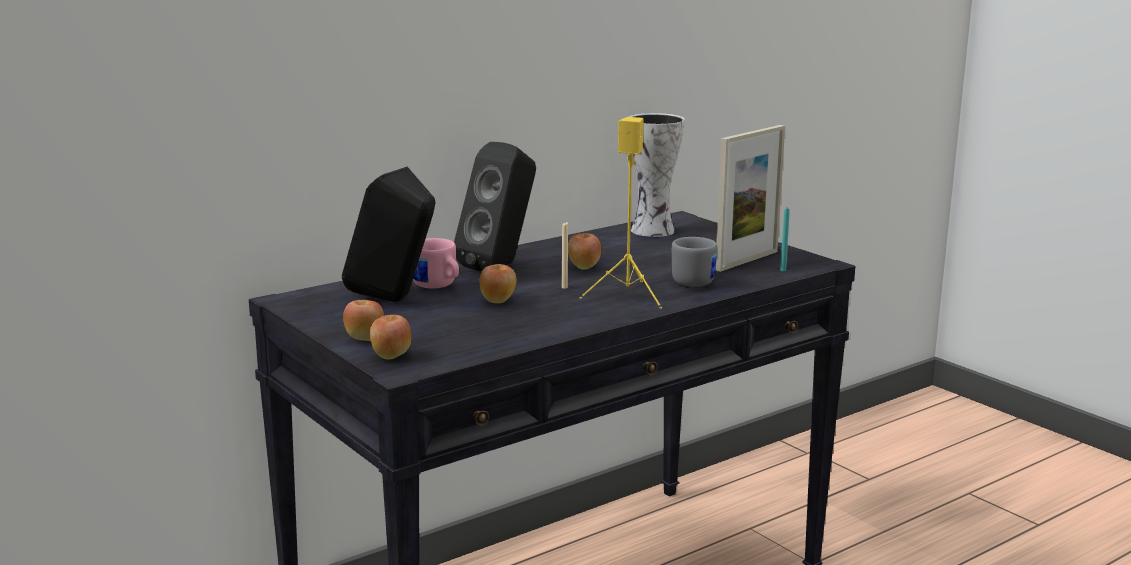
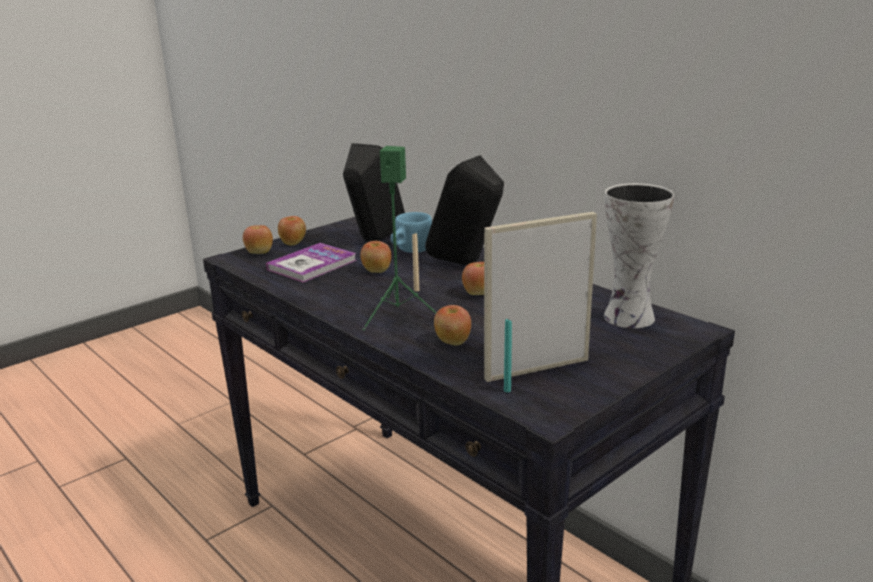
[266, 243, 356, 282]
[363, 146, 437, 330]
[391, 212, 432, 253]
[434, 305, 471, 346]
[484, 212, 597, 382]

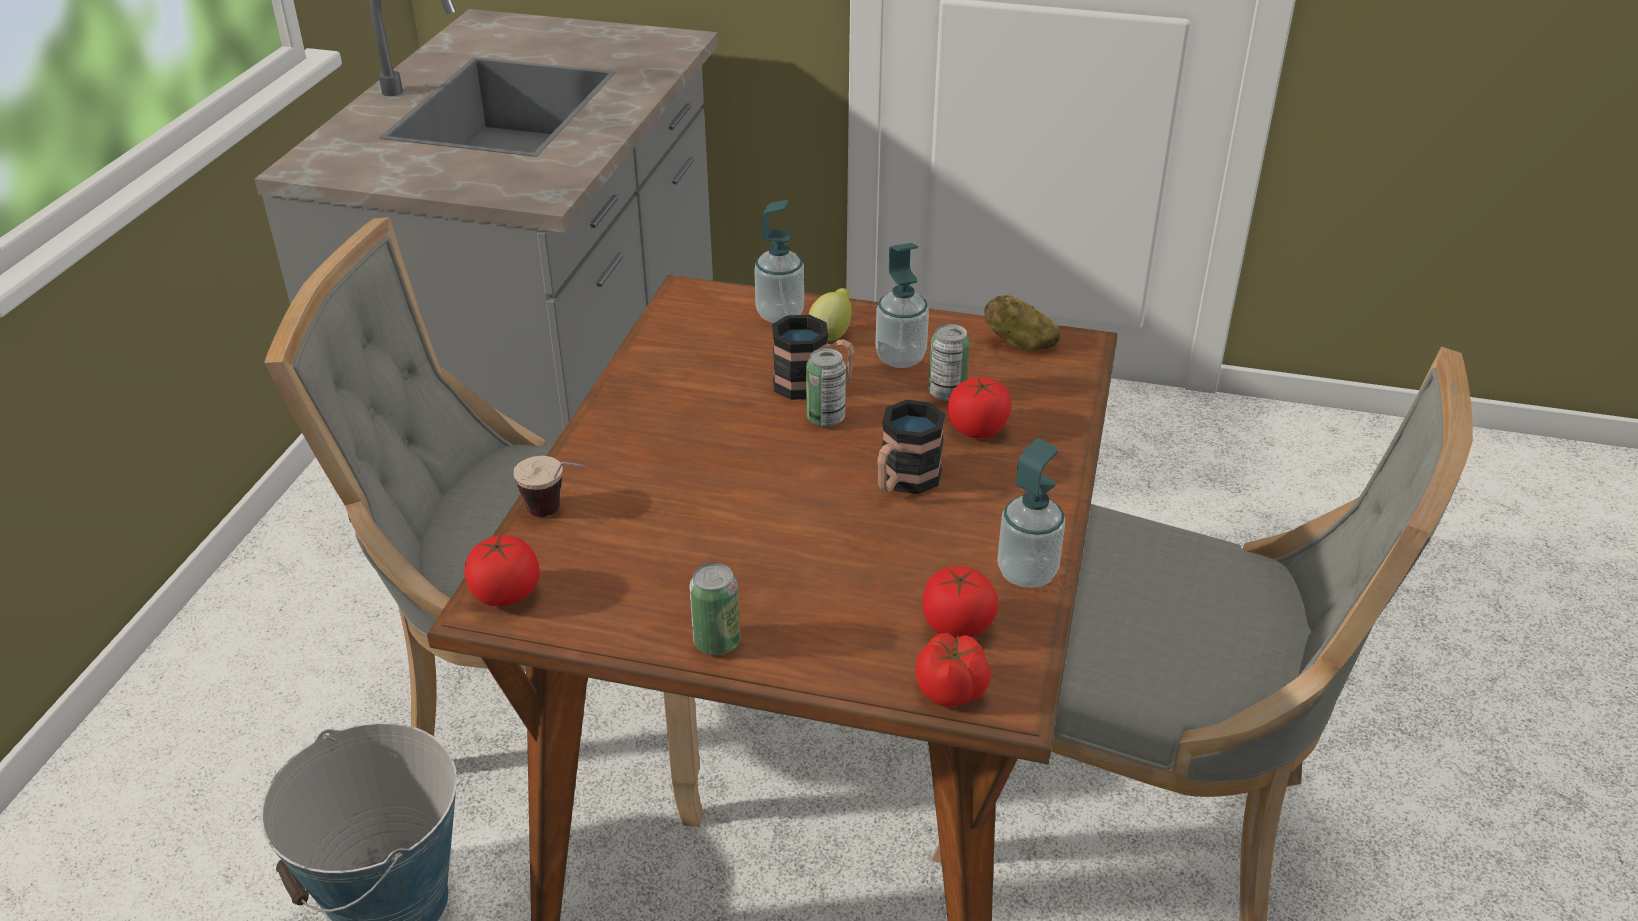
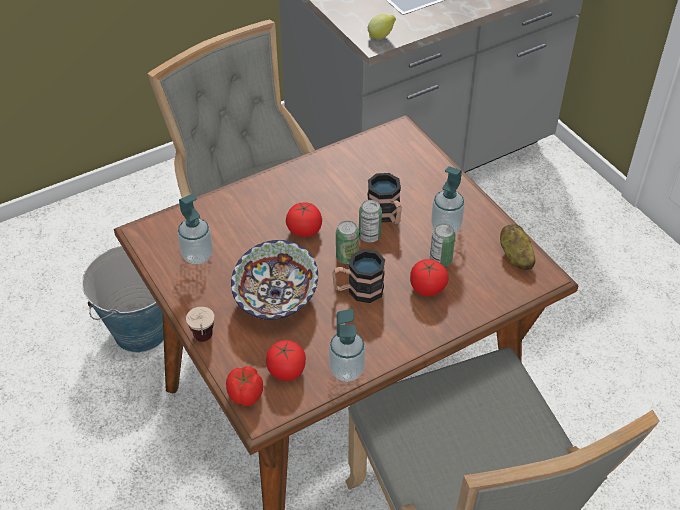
[178, 194, 213, 264]
[186, 307, 214, 342]
[231, 240, 318, 320]
[286, 202, 322, 237]
[336, 221, 359, 264]
[368, 14, 396, 39]

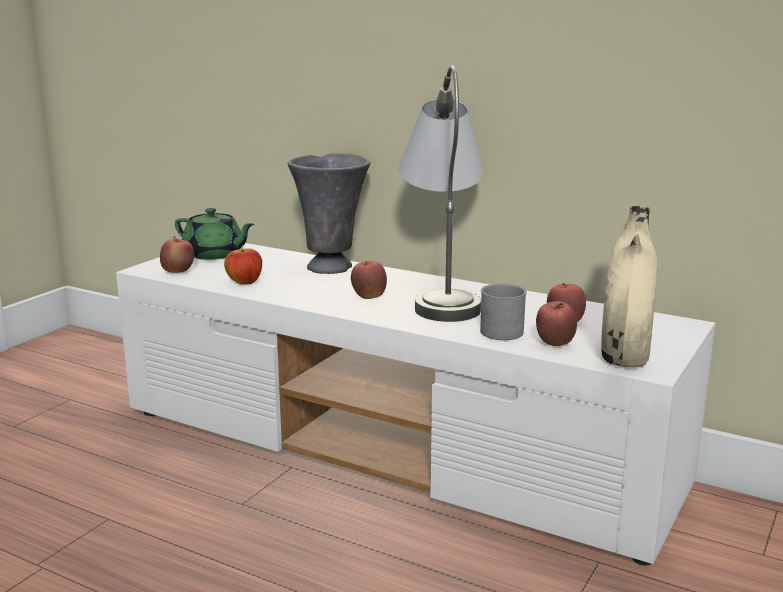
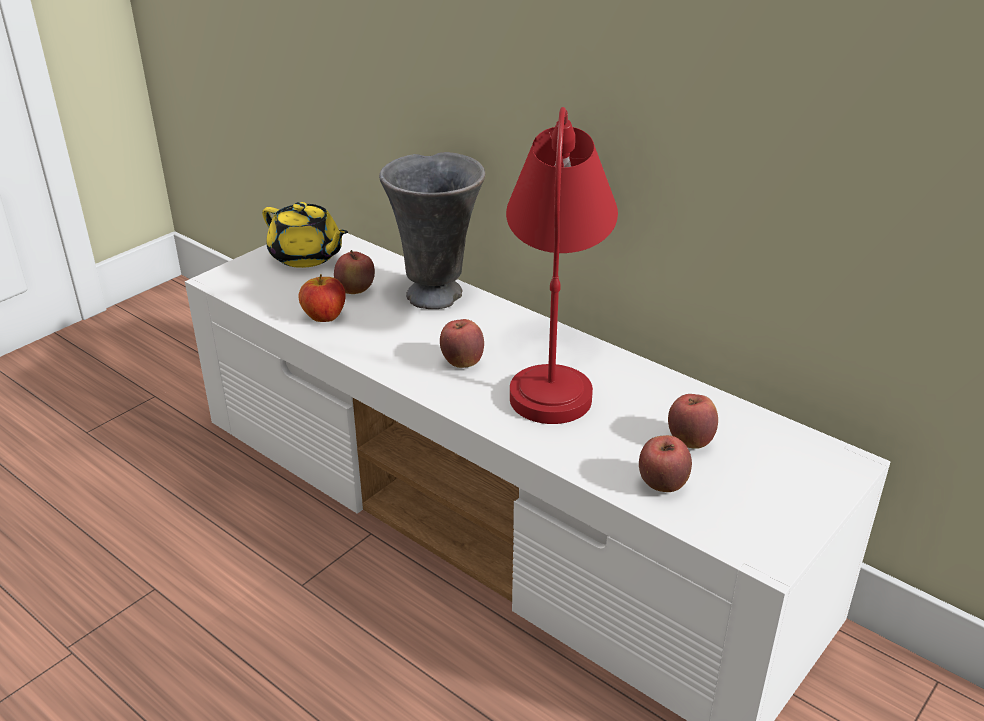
[262, 202, 348, 268]
[334, 250, 375, 294]
[506, 107, 618, 424]
[480, 284, 527, 340] (first image)
[601, 206, 658, 367] (first image)

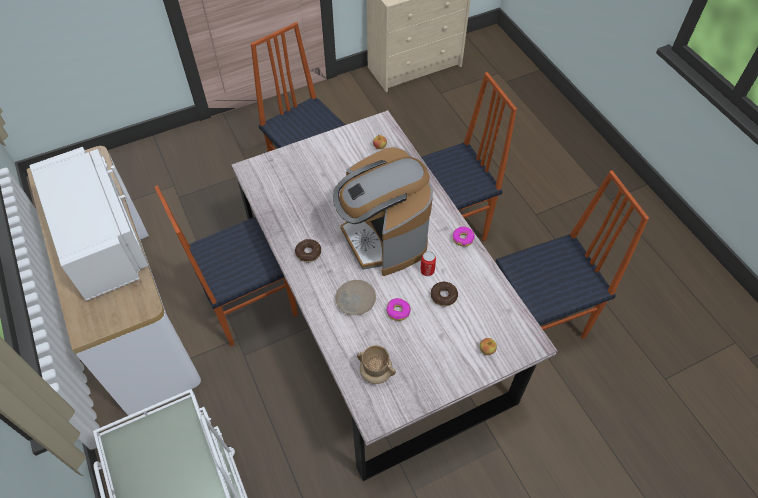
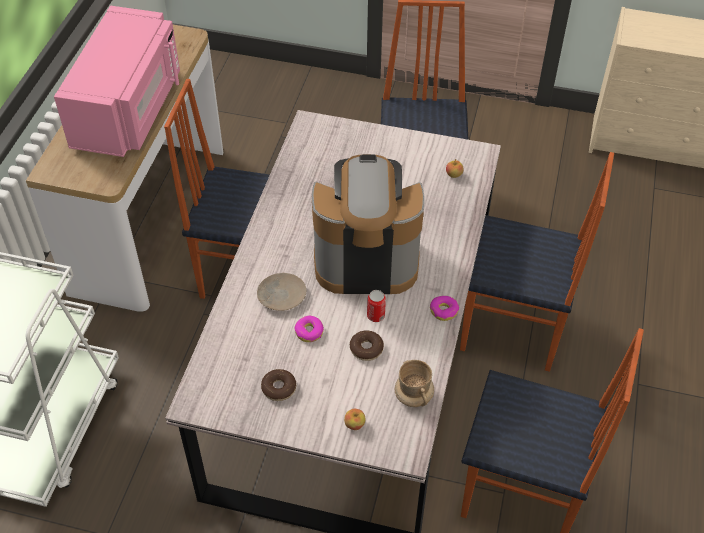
[54, 6, 180, 157]
[261, 369, 296, 401]
[312, 154, 425, 294]
[395, 360, 434, 407]

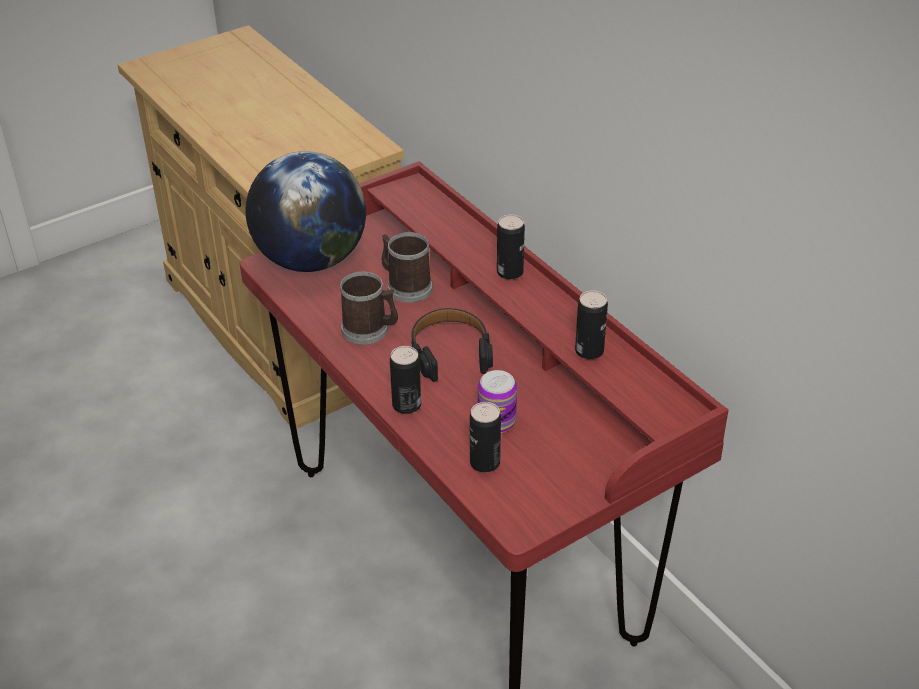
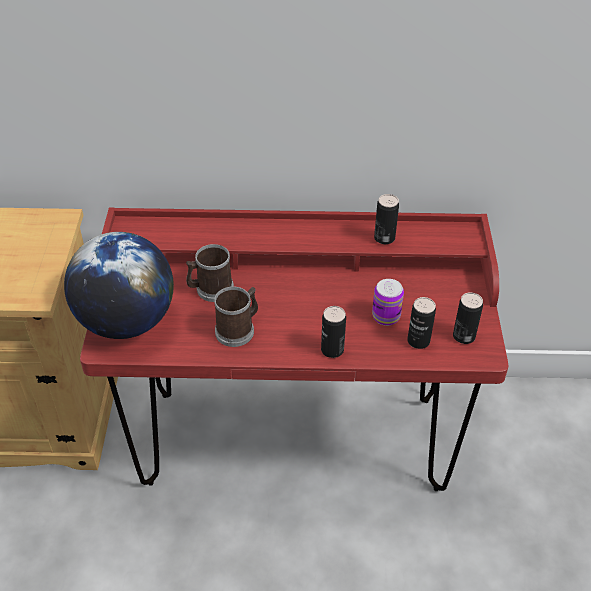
[453, 292, 483, 344]
[411, 308, 493, 382] (first image)

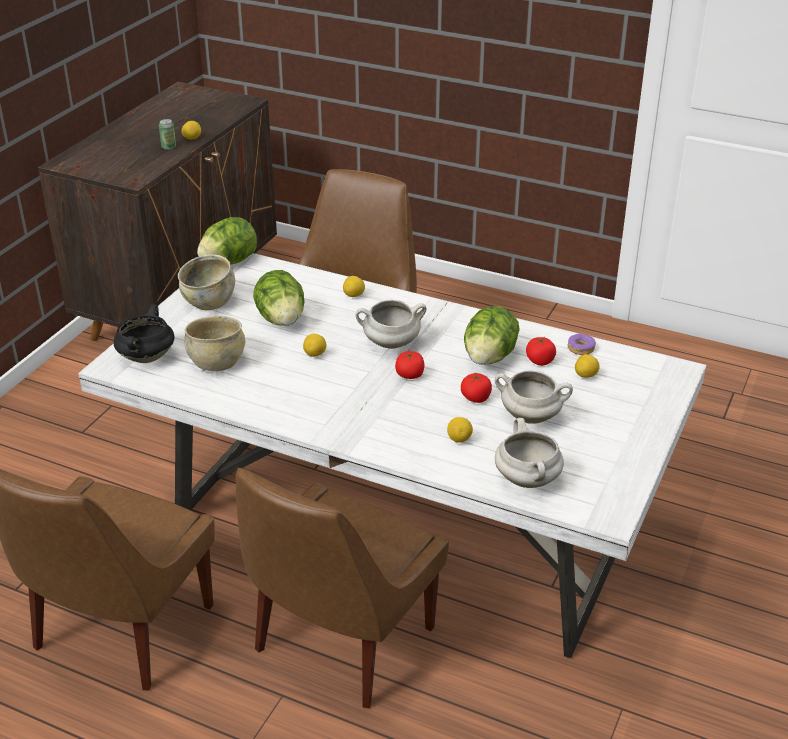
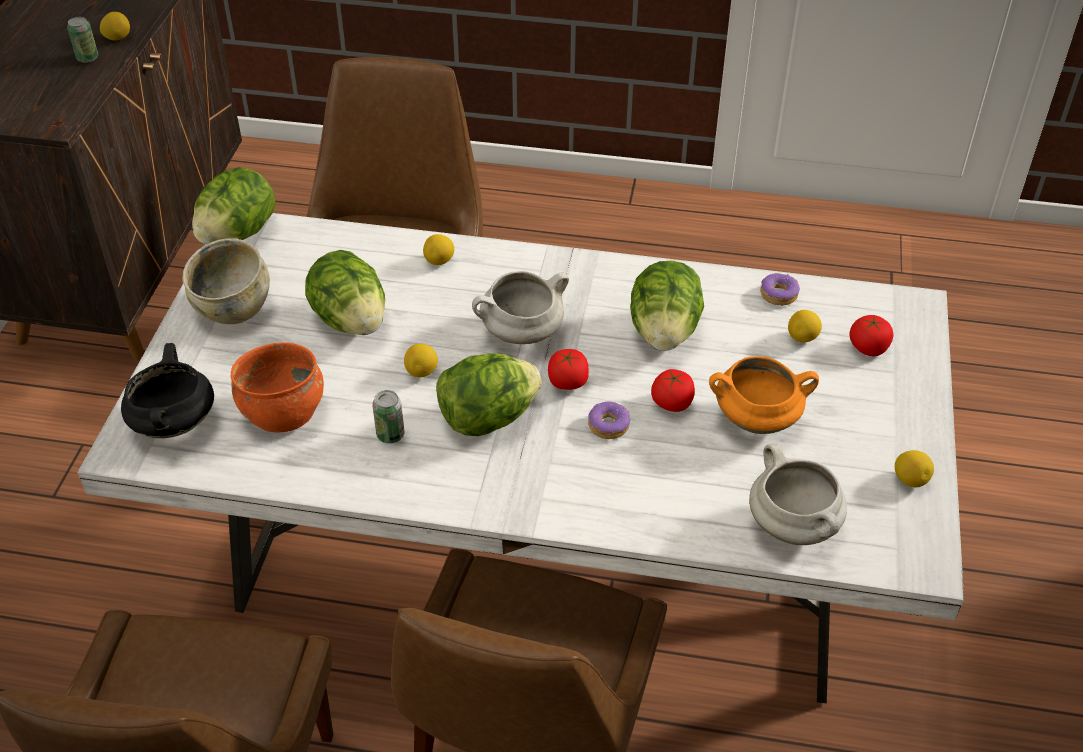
[230, 342, 324, 433]
[372, 390, 405, 444]
[436, 353, 542, 436]
[588, 401, 630, 439]
[709, 356, 819, 434]
[849, 315, 894, 356]
[895, 450, 934, 487]

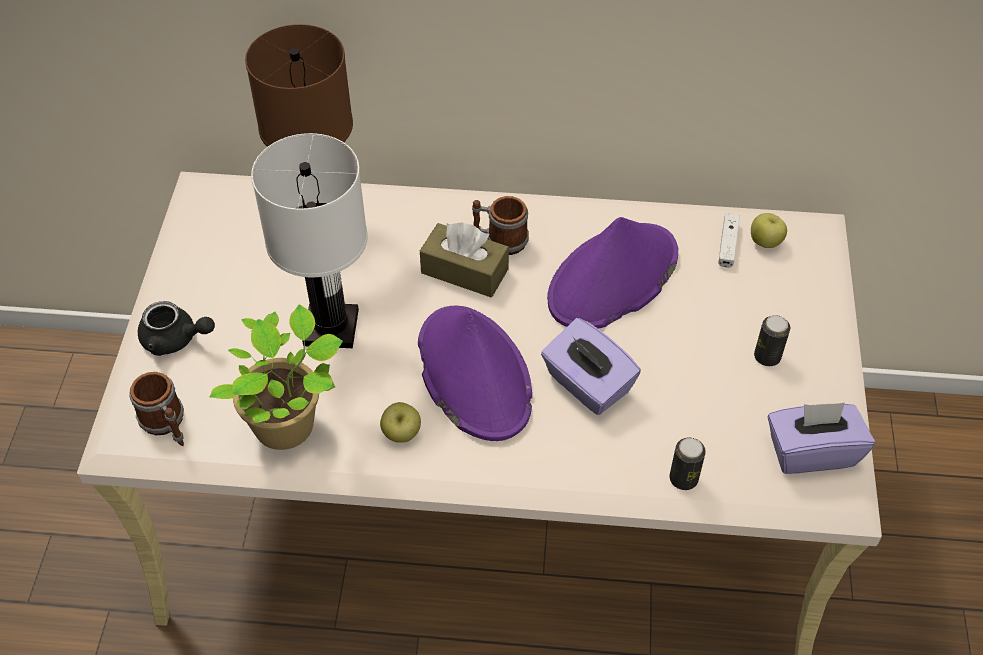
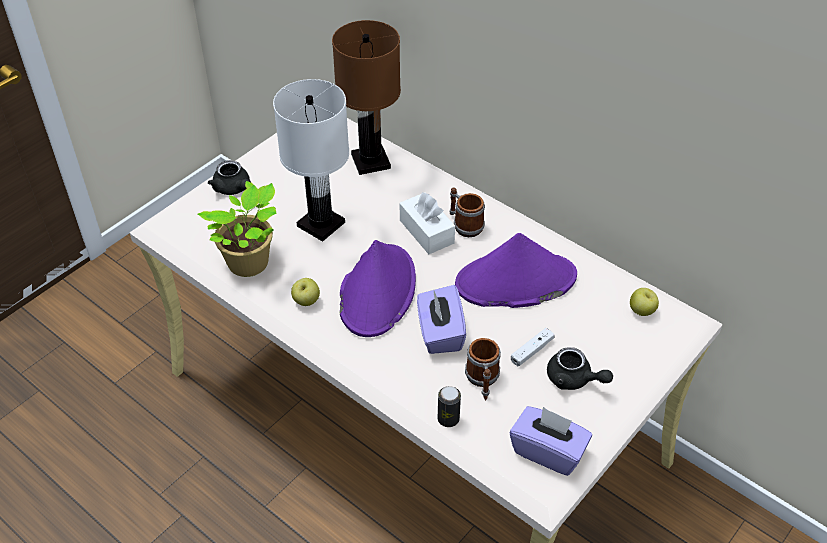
[400, 192, 455, 254]
[465, 338, 501, 400]
[511, 328, 555, 366]
[547, 347, 613, 390]

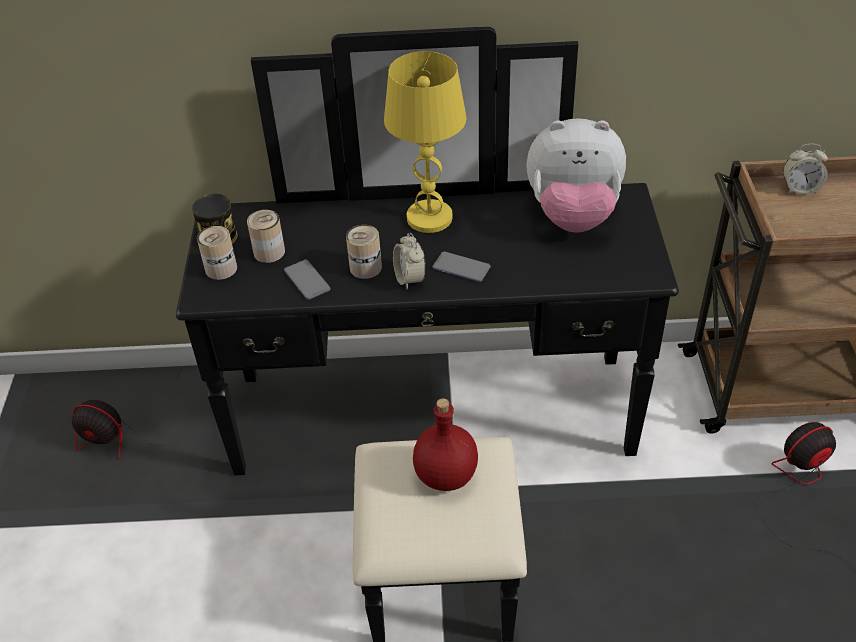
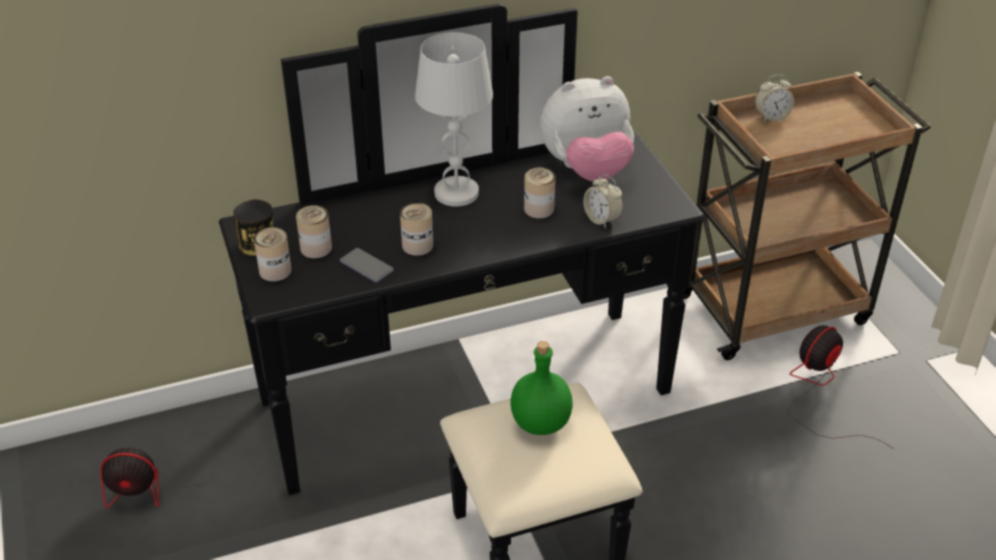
[415, 32, 493, 206]
[511, 341, 573, 435]
[524, 168, 555, 218]
[583, 174, 623, 229]
[432, 252, 491, 282] (first image)

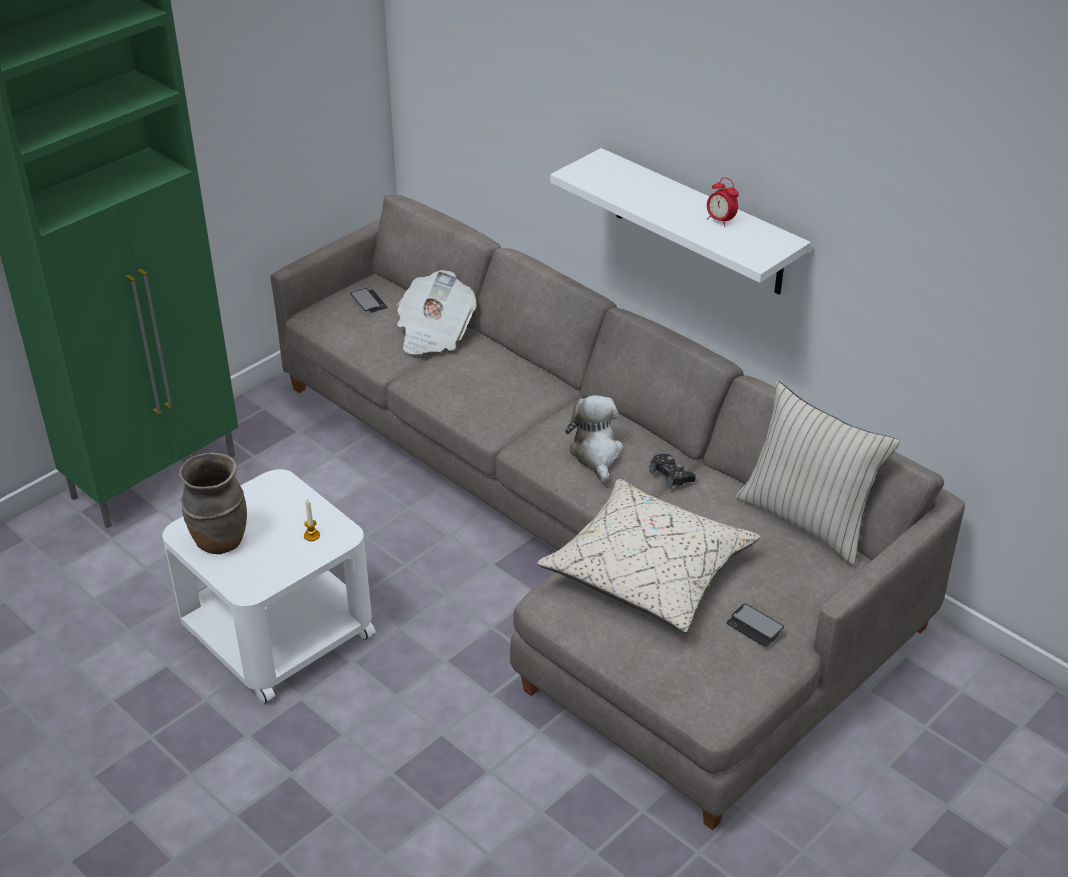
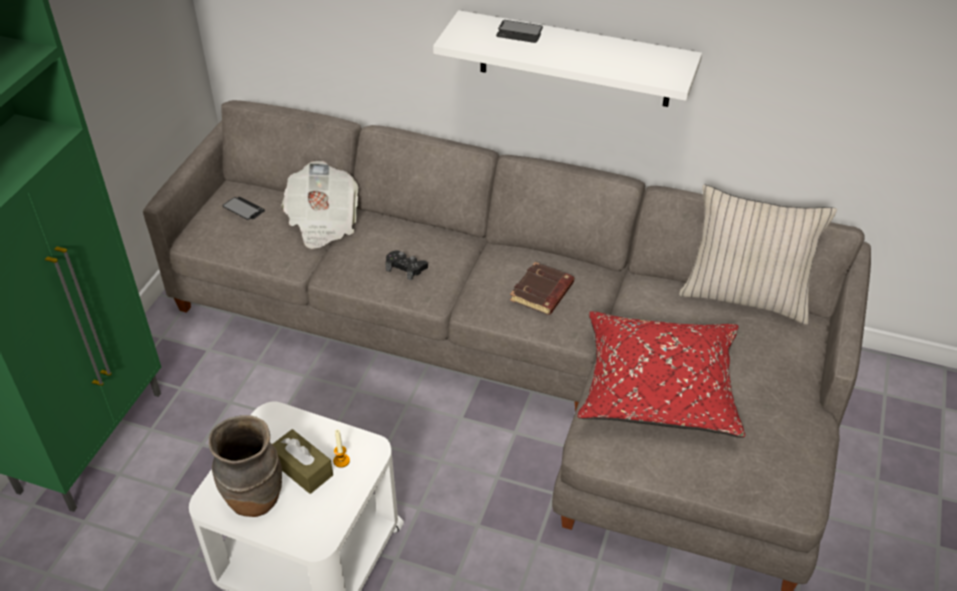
[272, 429, 333, 494]
[385, 250, 428, 281]
[496, 20, 543, 43]
[510, 262, 574, 315]
[578, 311, 745, 438]
[707, 178, 739, 227] (first image)

